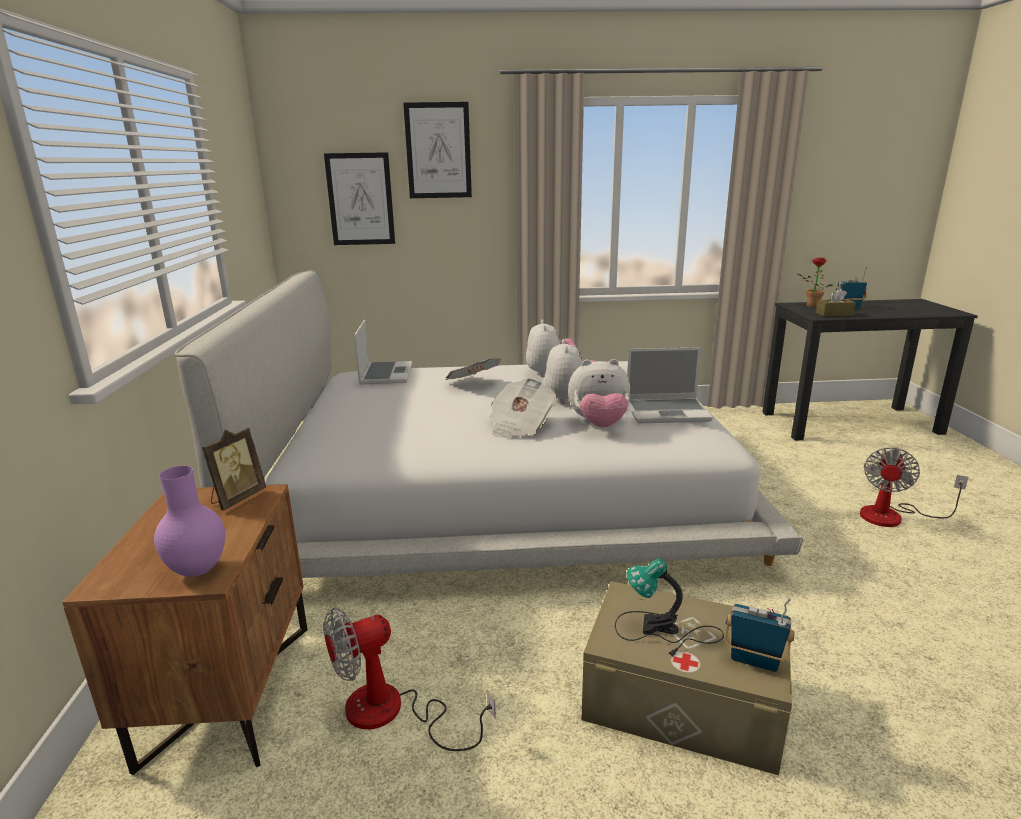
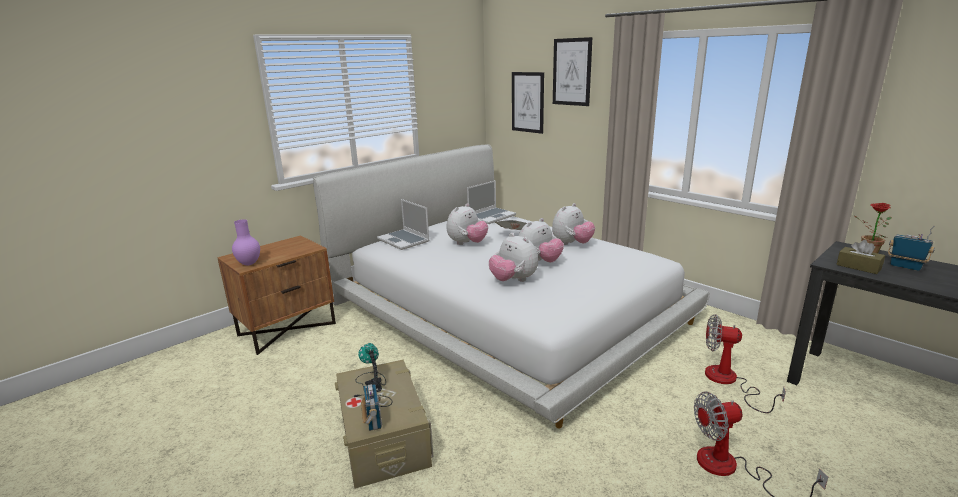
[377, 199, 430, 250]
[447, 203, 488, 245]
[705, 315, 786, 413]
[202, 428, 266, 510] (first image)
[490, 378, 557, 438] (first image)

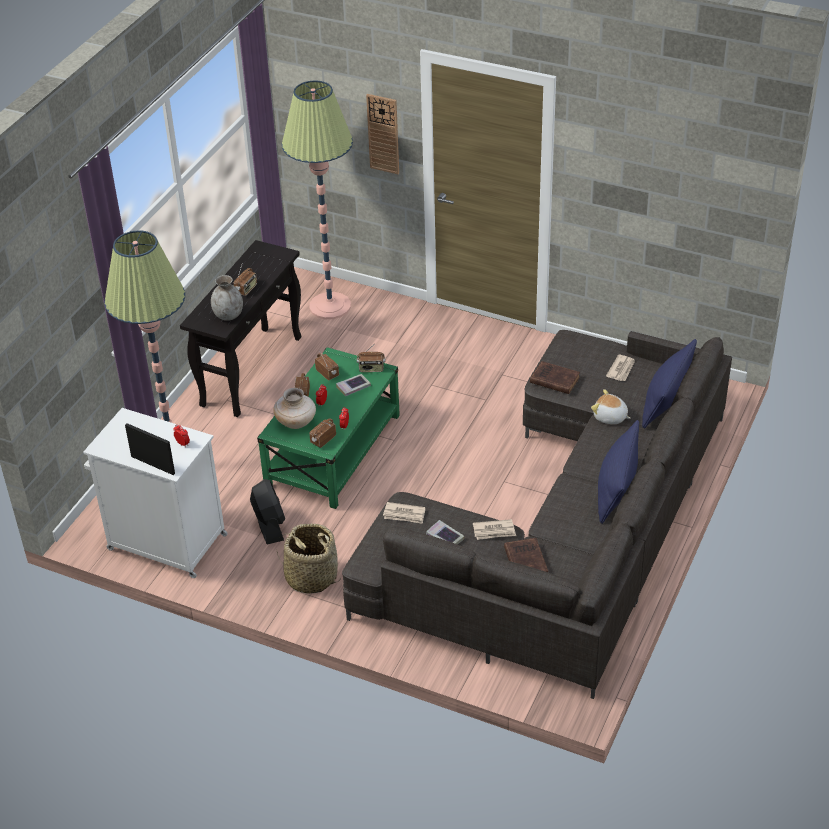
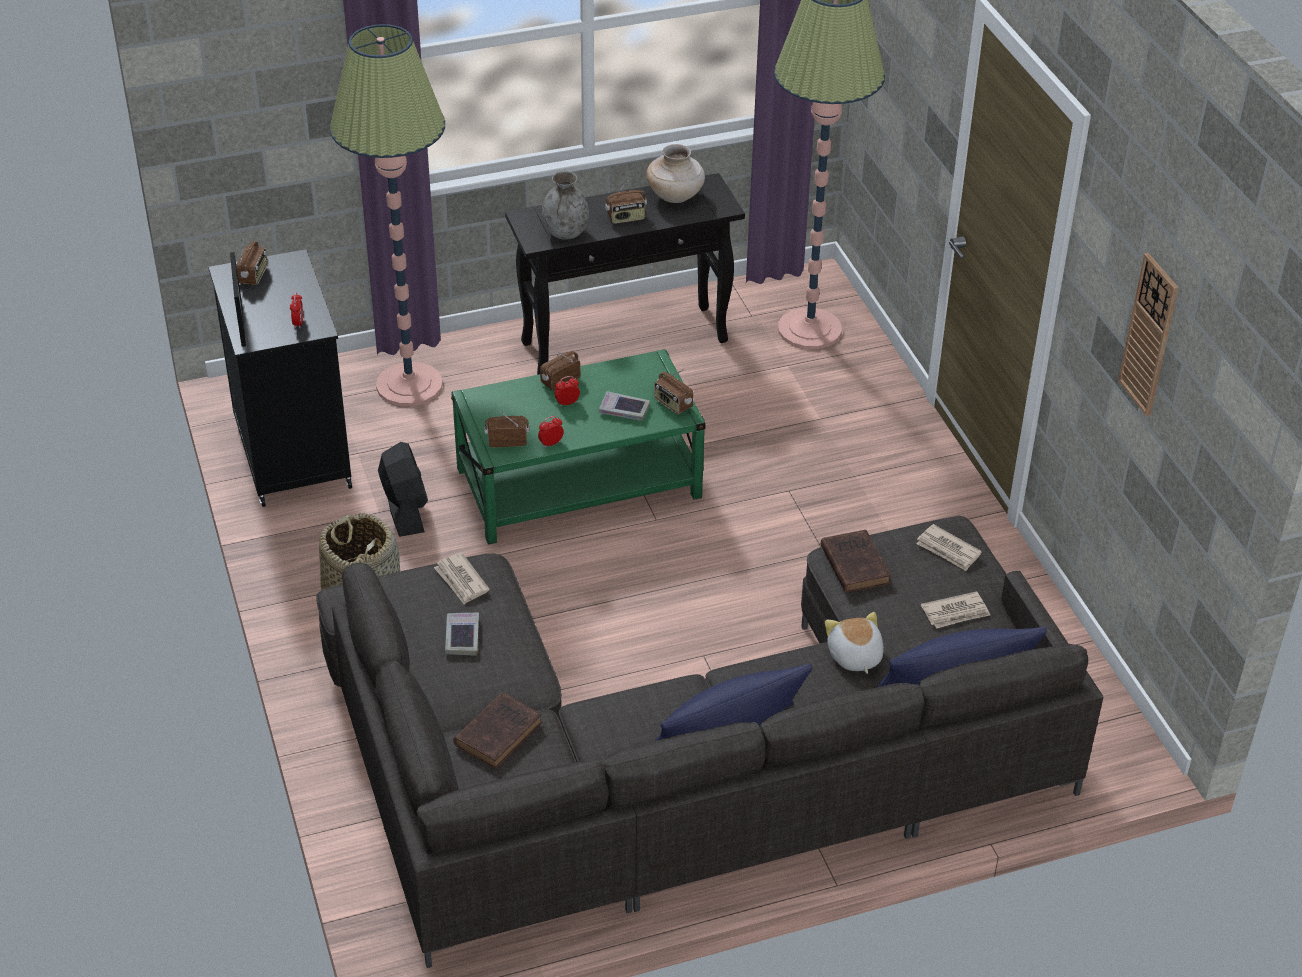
[208, 249, 352, 507]
[236, 234, 268, 285]
[378, 442, 428, 537]
[646, 144, 705, 203]
[916, 524, 982, 571]
[1118, 253, 1179, 416]

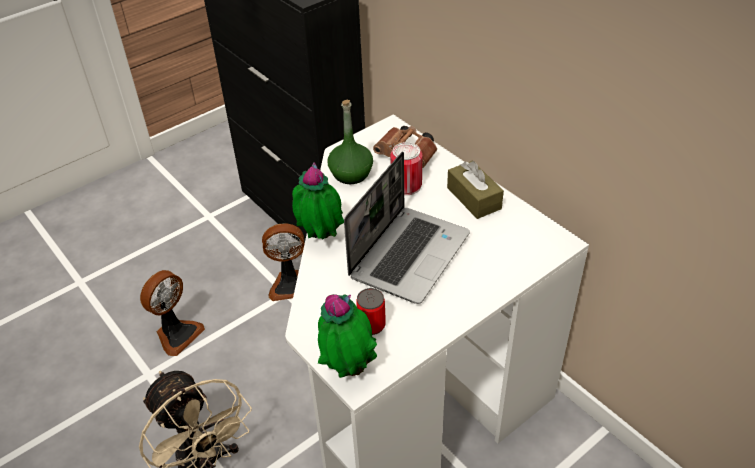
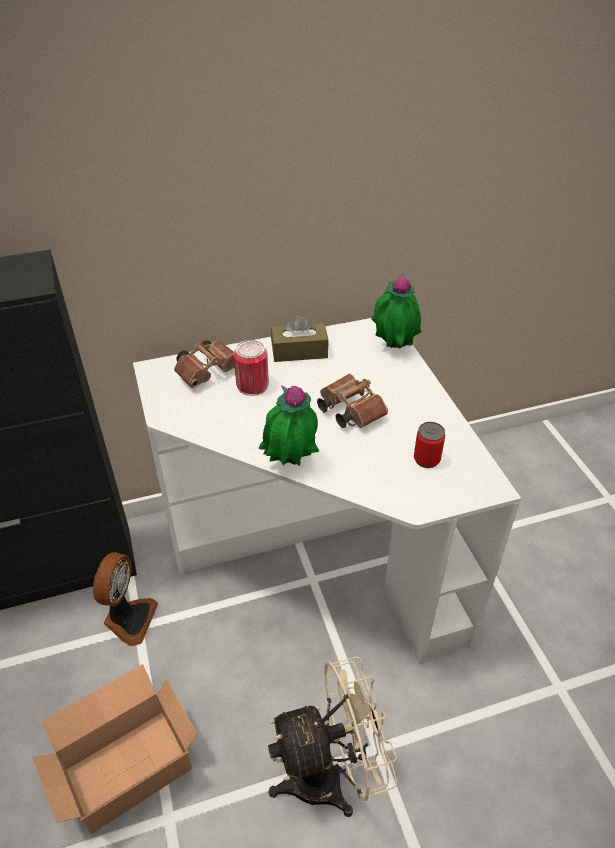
[32, 664, 197, 834]
[317, 374, 388, 428]
[371, 273, 421, 348]
[327, 100, 373, 184] (first image)

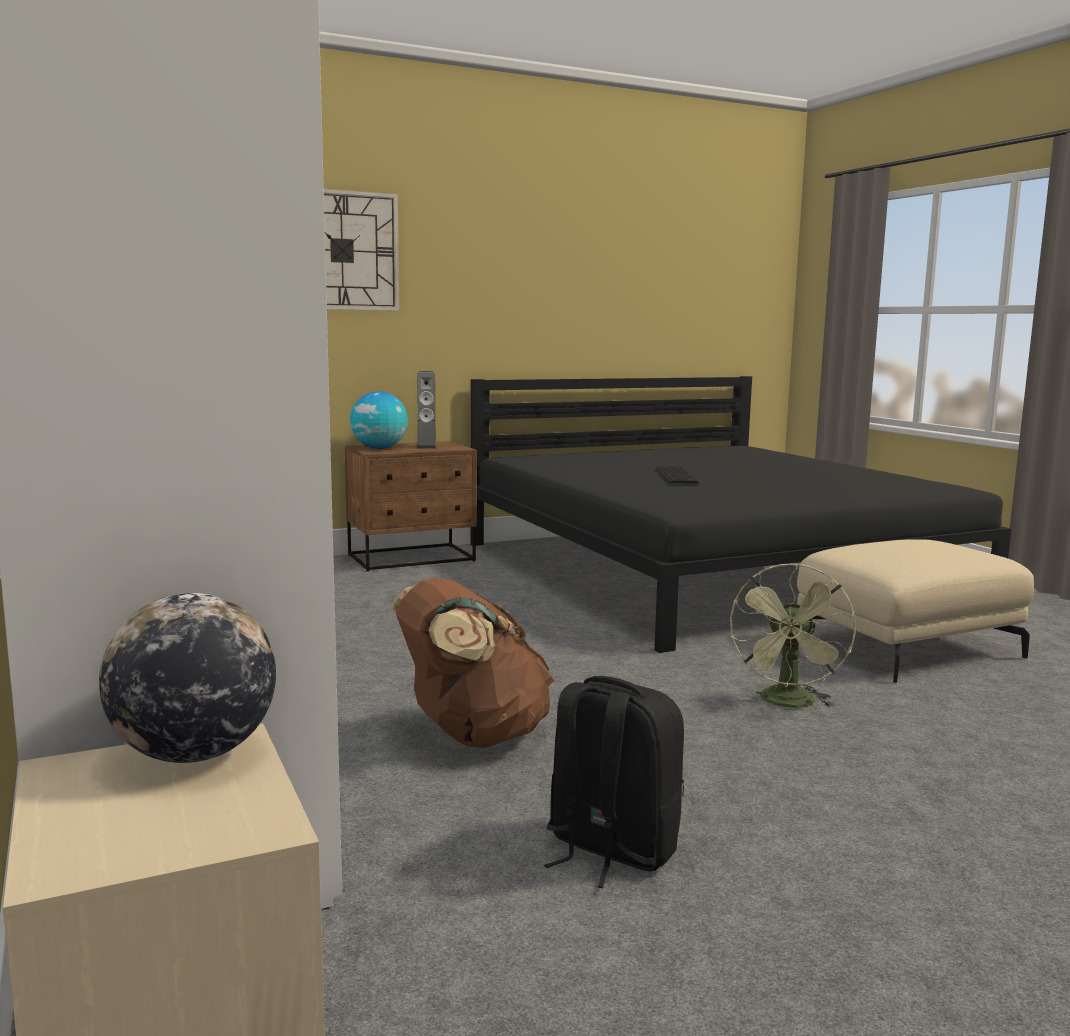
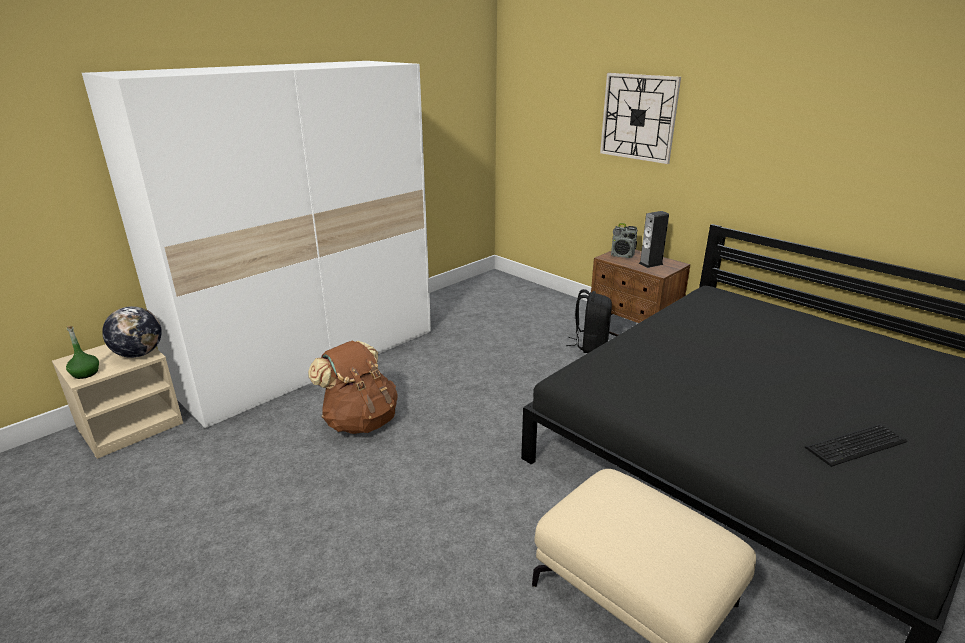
[66, 326, 99, 379]
[566, 289, 612, 353]
[611, 223, 637, 258]
[805, 424, 907, 467]
[730, 563, 856, 708] (first image)

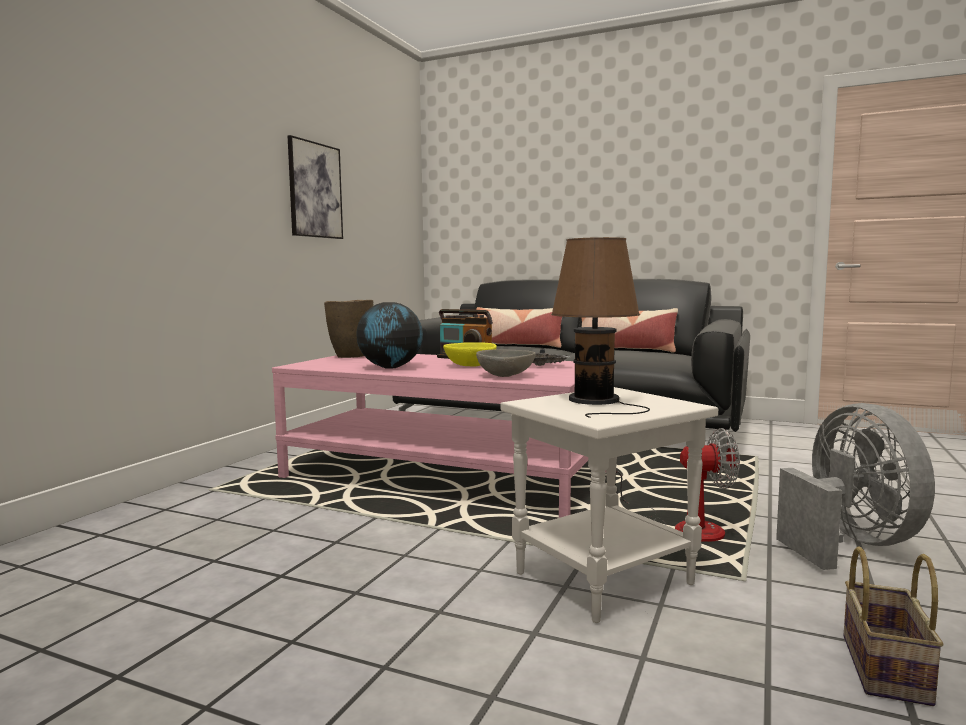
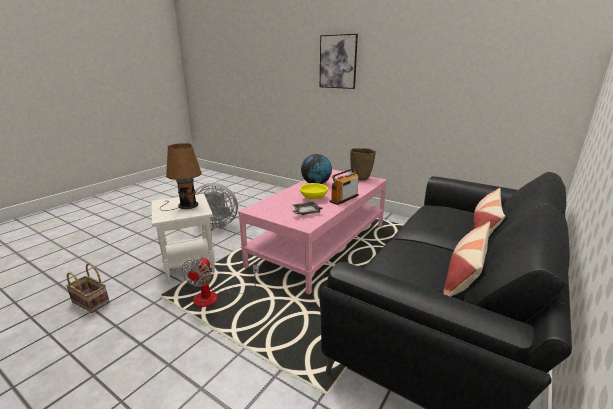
[195, 183, 238, 228]
[320, 34, 358, 89]
[476, 349, 536, 377] (first image)

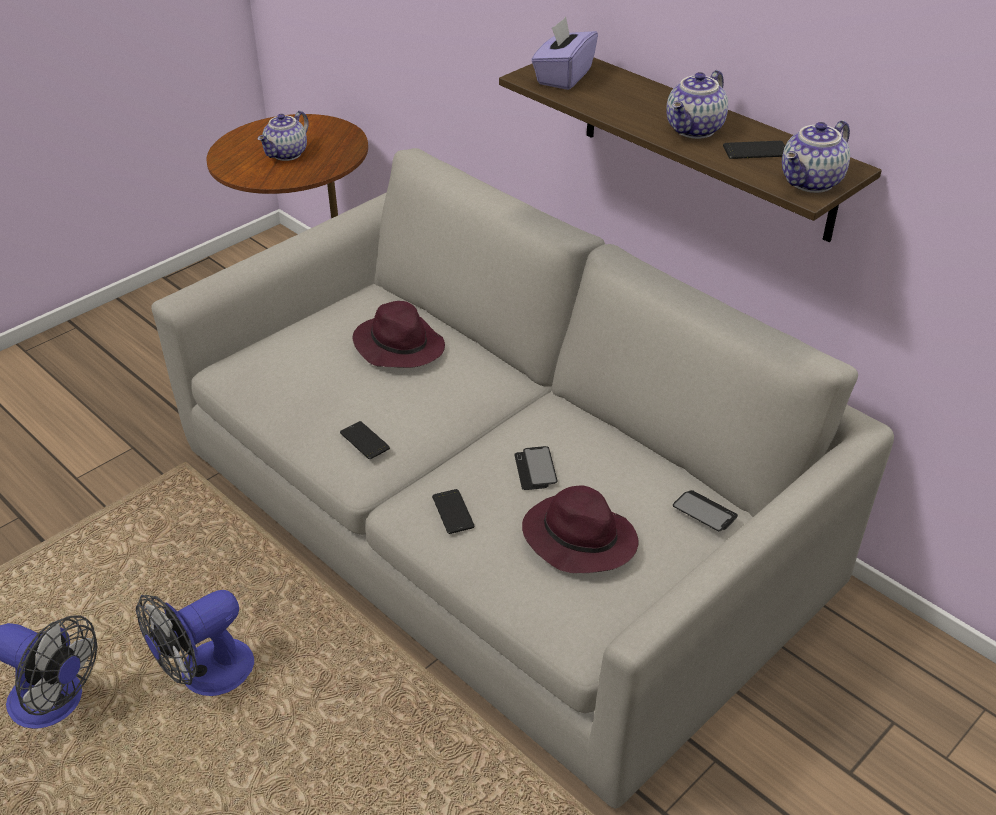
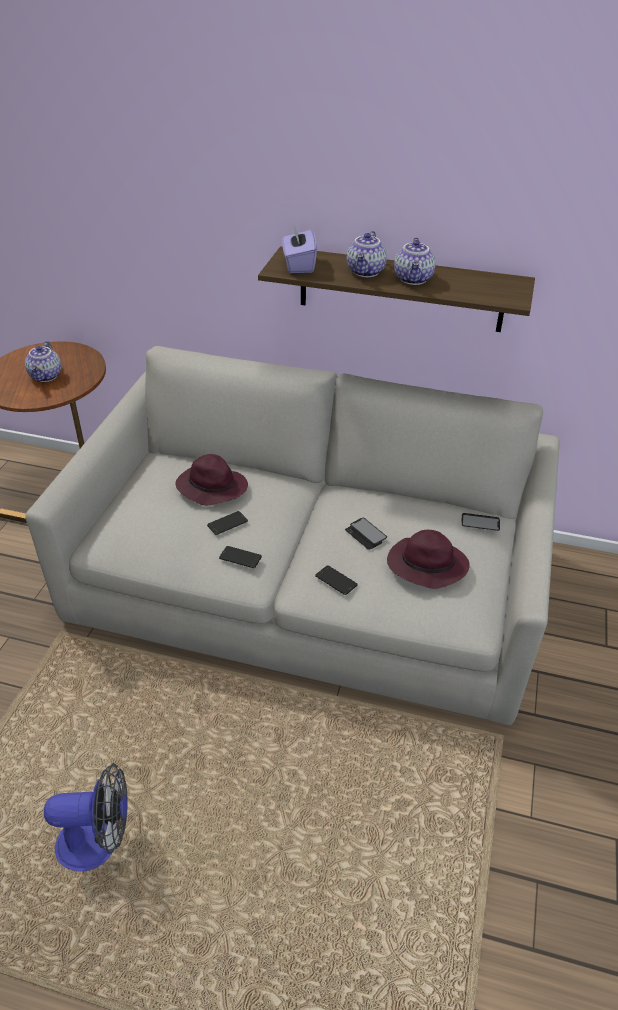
[207, 511, 248, 535]
[347, 231, 387, 277]
[136, 590, 254, 696] (first image)

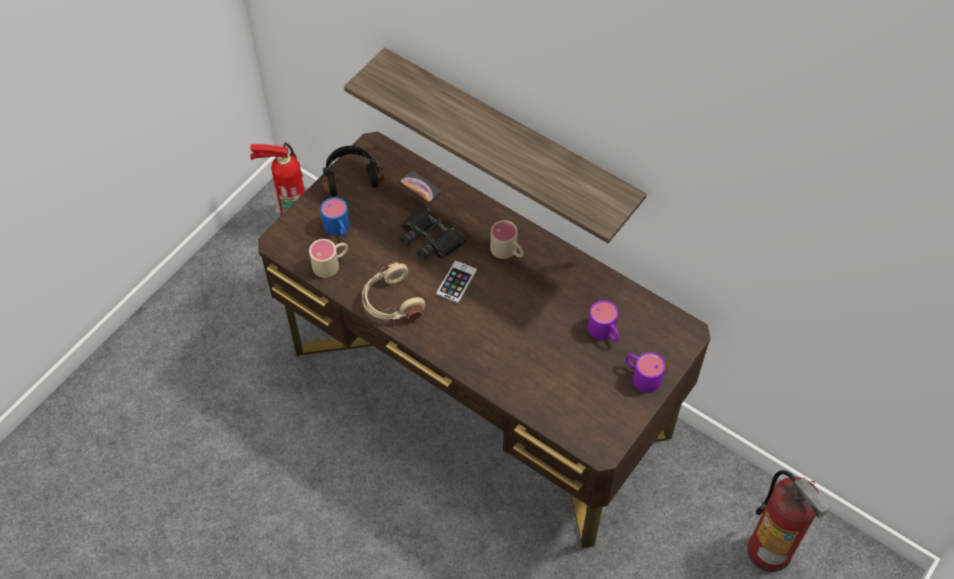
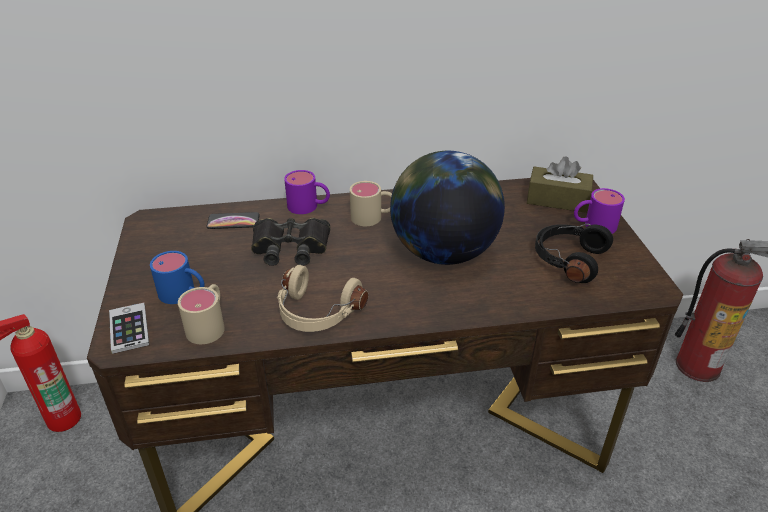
[109, 303, 149, 354]
[284, 170, 330, 214]
[390, 151, 505, 265]
[527, 157, 593, 213]
[535, 224, 613, 283]
[344, 47, 646, 243] (first image)

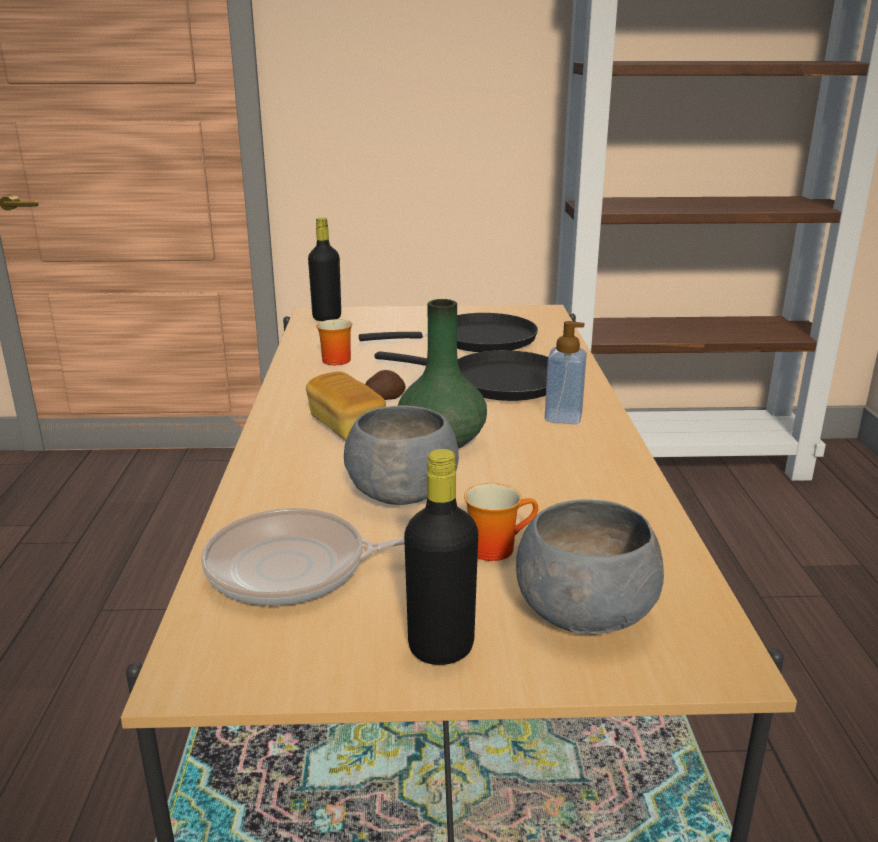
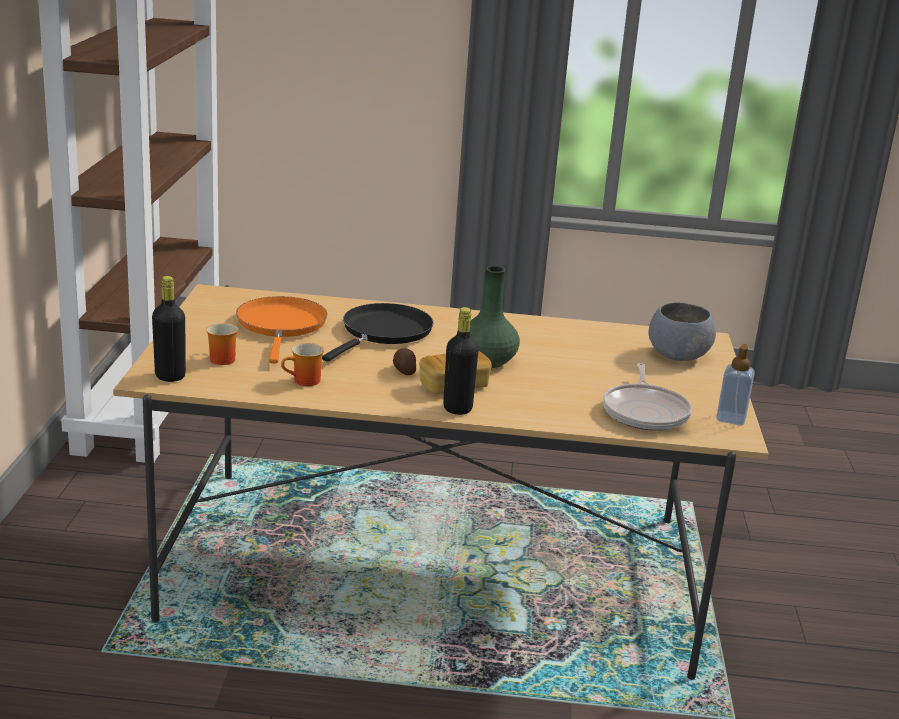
[206, 323, 238, 365]
[236, 296, 328, 363]
[443, 307, 479, 415]
[716, 344, 755, 426]
[344, 405, 459, 505] (first image)

